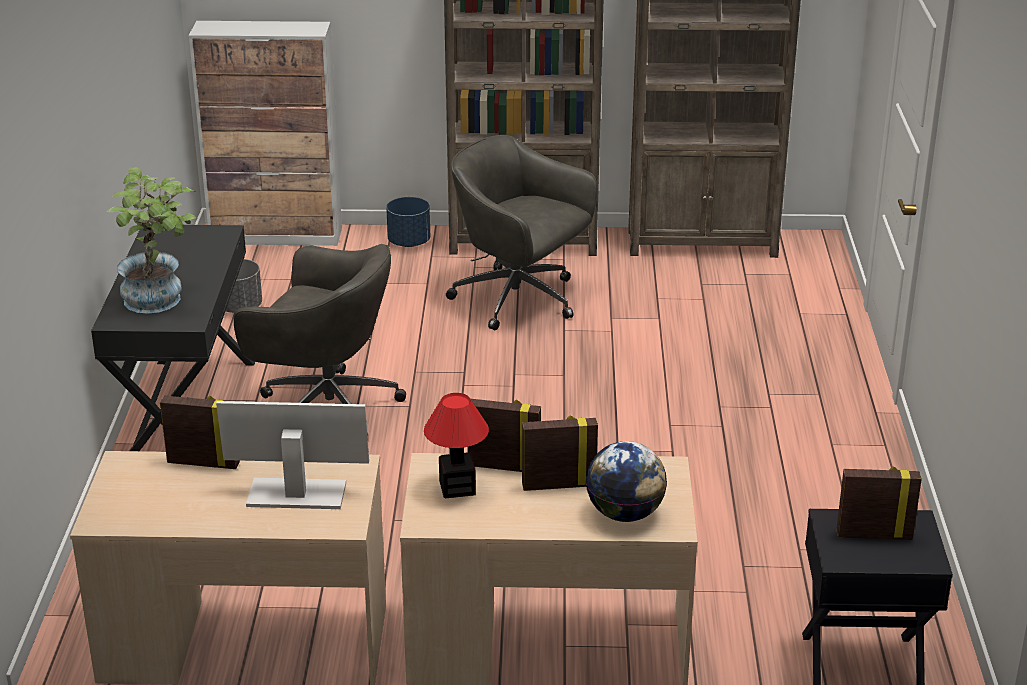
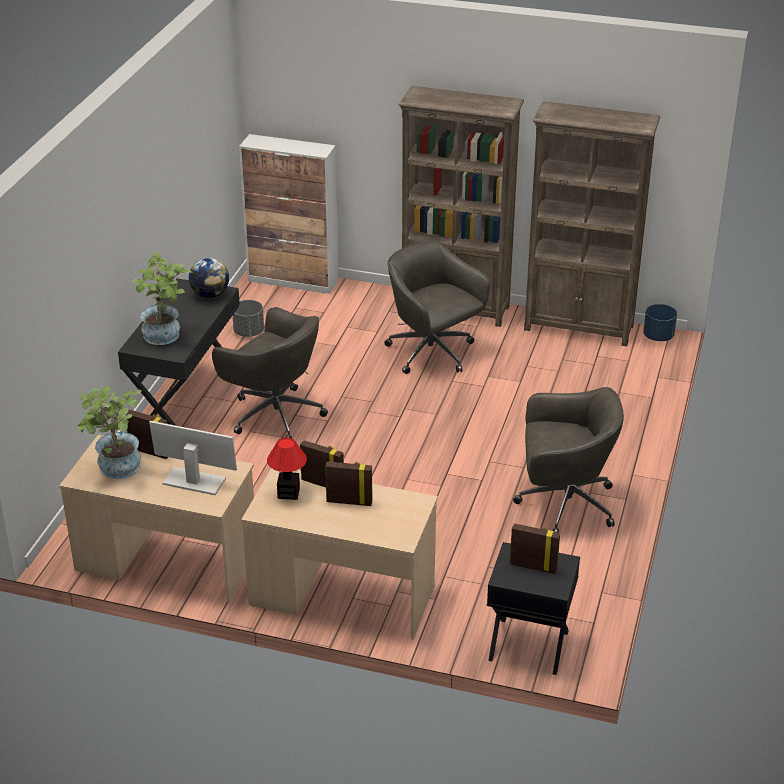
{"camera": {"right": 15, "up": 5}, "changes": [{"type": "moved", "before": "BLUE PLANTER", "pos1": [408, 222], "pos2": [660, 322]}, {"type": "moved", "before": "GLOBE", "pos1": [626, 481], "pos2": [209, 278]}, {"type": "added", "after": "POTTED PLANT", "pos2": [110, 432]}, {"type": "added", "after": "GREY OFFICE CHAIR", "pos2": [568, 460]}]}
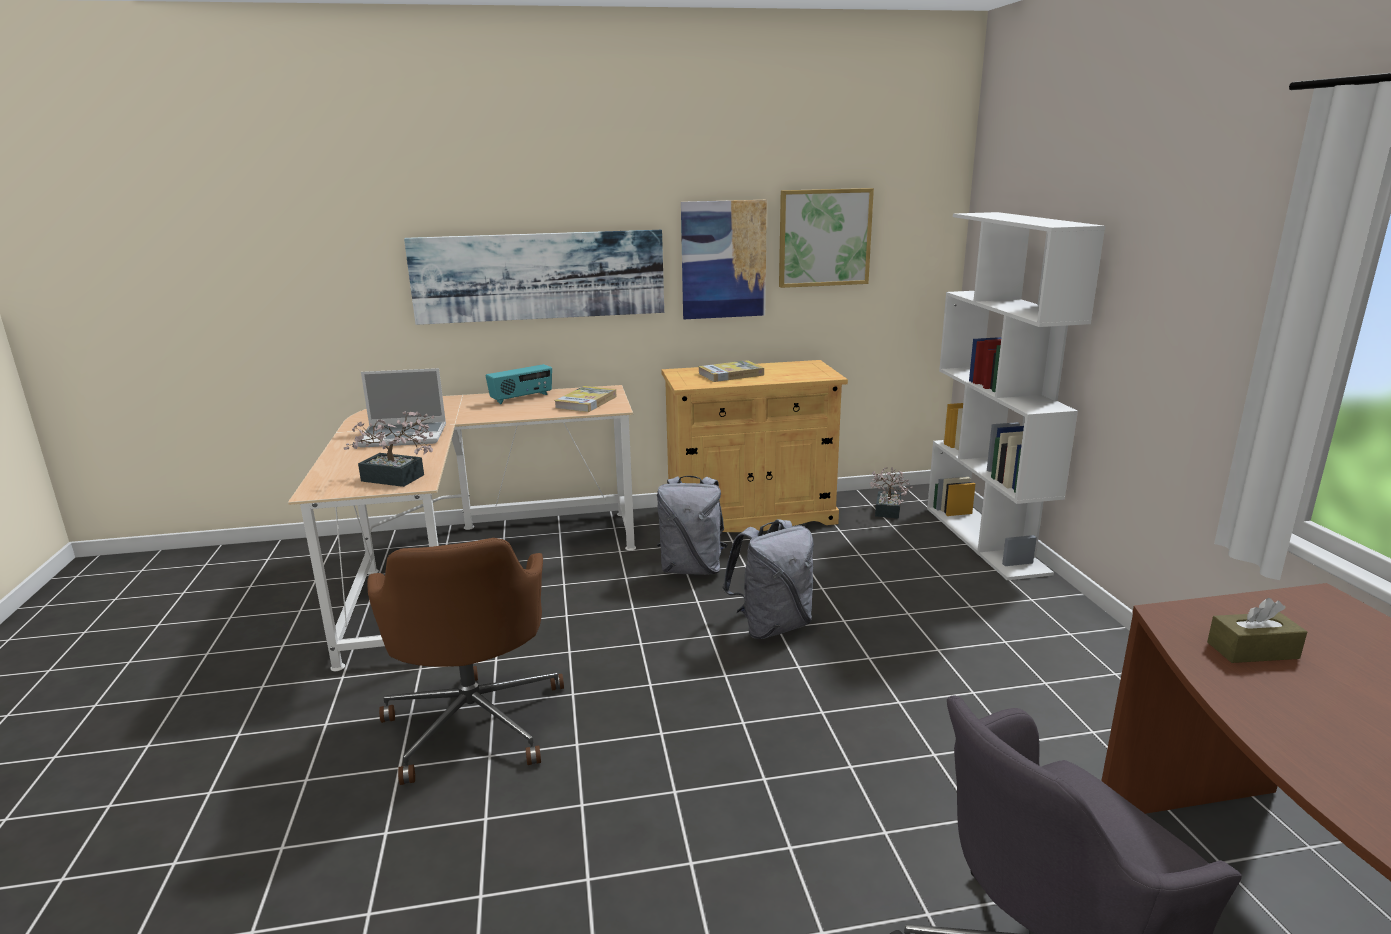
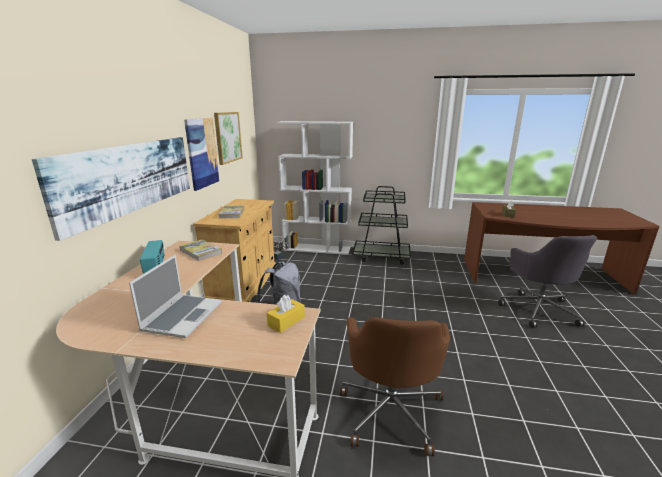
{"camera": {"right": -70, "up": 0}, "changes": [{"type": "replaced", "before": "POTTED PLANT", "after": "YELLOW TISSUE BOX", "pos1": [389, 449], "pos2": [286, 314]}, {"type": "removed", "before": "GREY BACKPACK", "pos1": [768, 579]}, {"type": "turned", "before": "BROWN OFFICE CHAIR", "pos1": [465, 661], "pos2": [395, 386], "turn": 90}, {"type": "added", "after": "BLACK CART", "pos2": [382, 225]}]}
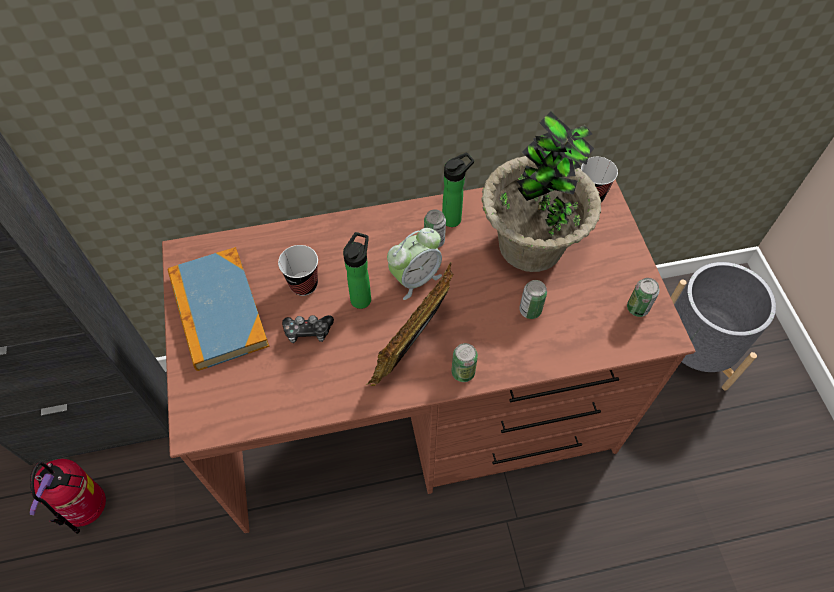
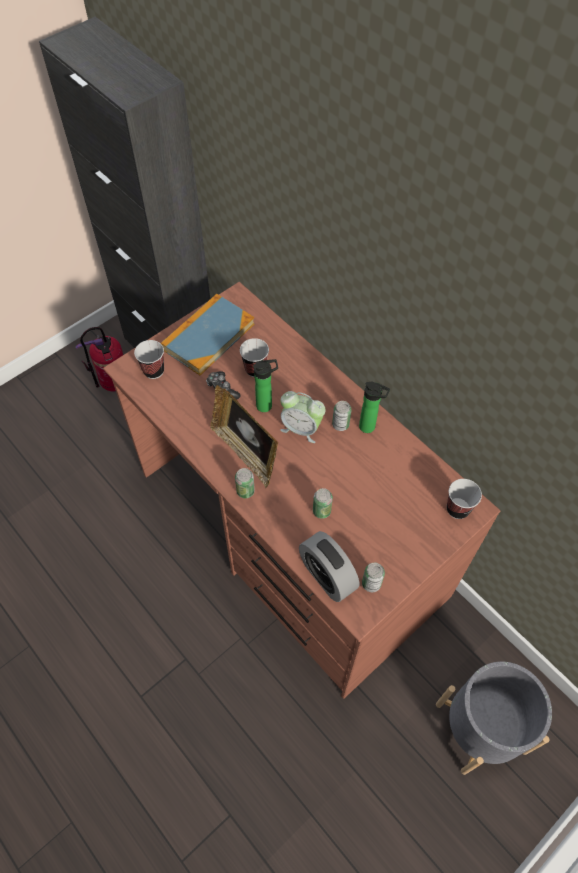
{"camera": {"right": 60, "up": 0}, "changes": [{"type": "removed", "before": "POTTED PLANT", "pos1": [541, 191]}, {"type": "turned", "before": "PICTURE FRAME", "pos1": [409, 324], "pos2": [244, 436], "turn": -135}, {"type": "added", "after": "CUP", "pos2": [149, 359]}, {"type": "added", "after": "ALARM CLOCK", "pos2": [329, 566]}]}
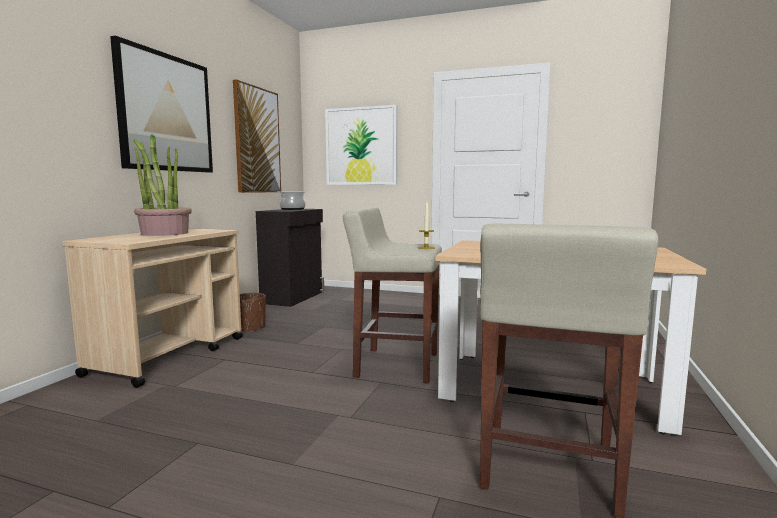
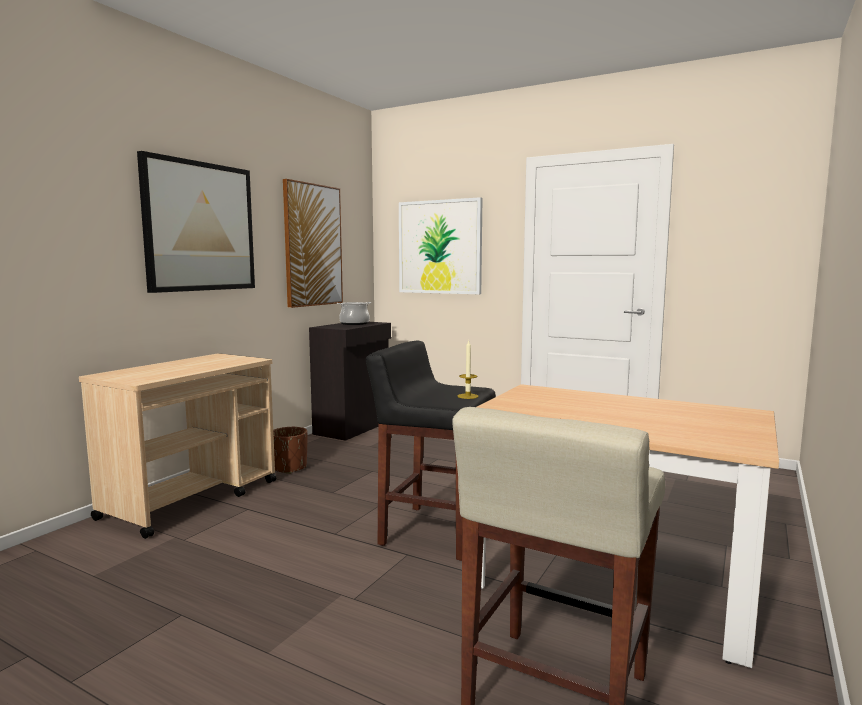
{"camera": {"right": 10, "up": 0}, "changes": [{"type": "removed", "before": "POTTED PLANT", "pos1": [162, 185]}, {"type": "recoloured", "before": "BEIGE STOOL", "after": "BLACK STOOL", "pos1": [392, 295], "pos2": [431, 451]}]}
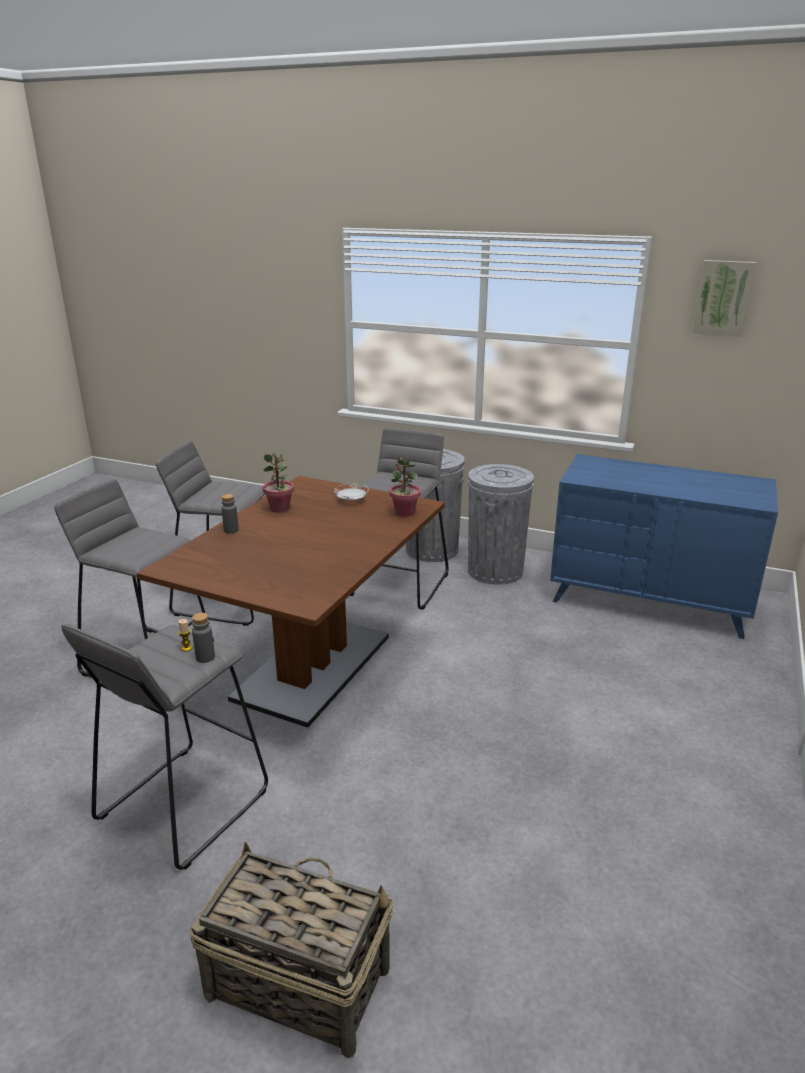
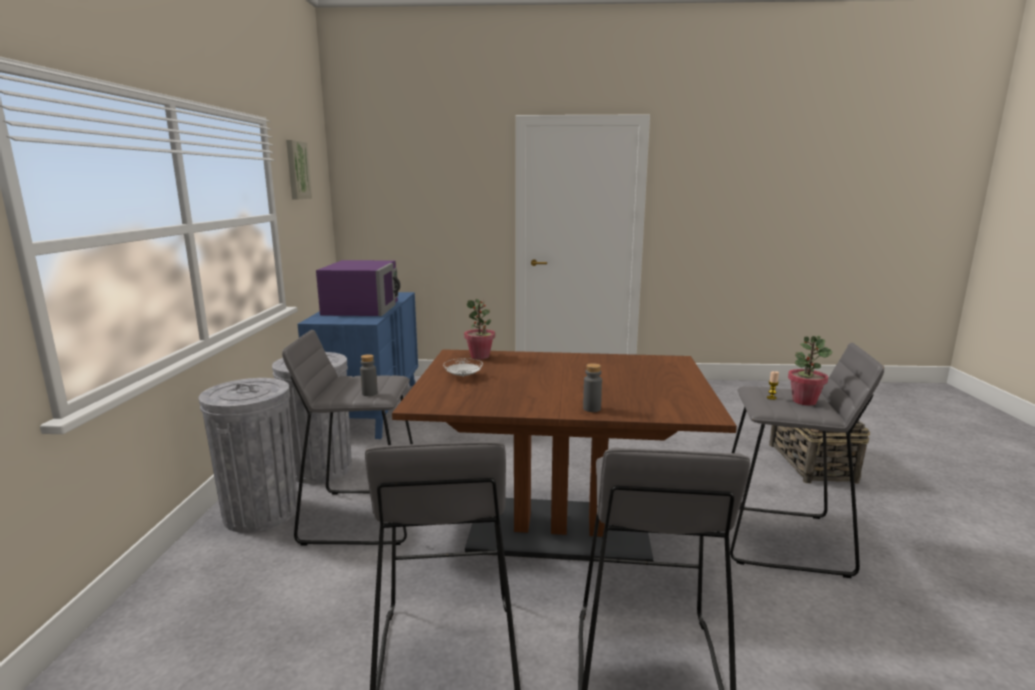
{"camera": {"right": -110, "up": -10}, "changes": [{"type": "moved", "before": "POTTED PLANT", "pos1": [278, 483], "pos2": [810, 371]}, {"type": "moved", "before": "GREY BOTTLE", "pos1": [203, 638], "pos2": [369, 375]}, {"type": "added", "after": "PURPLE MICROWAVE", "pos2": [358, 288]}]}
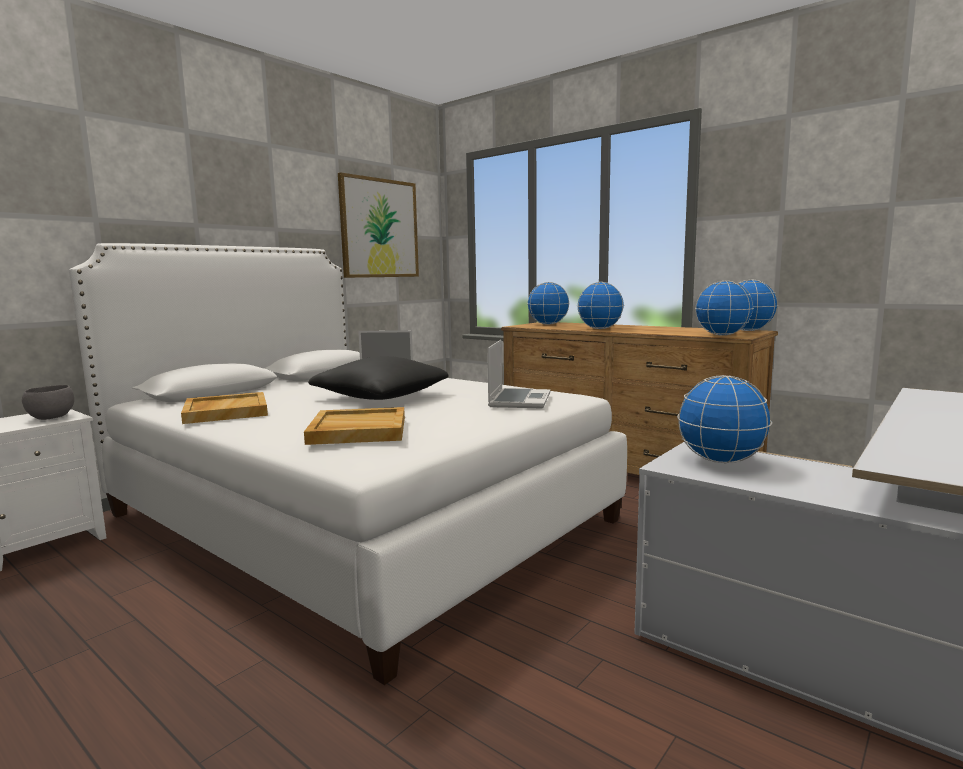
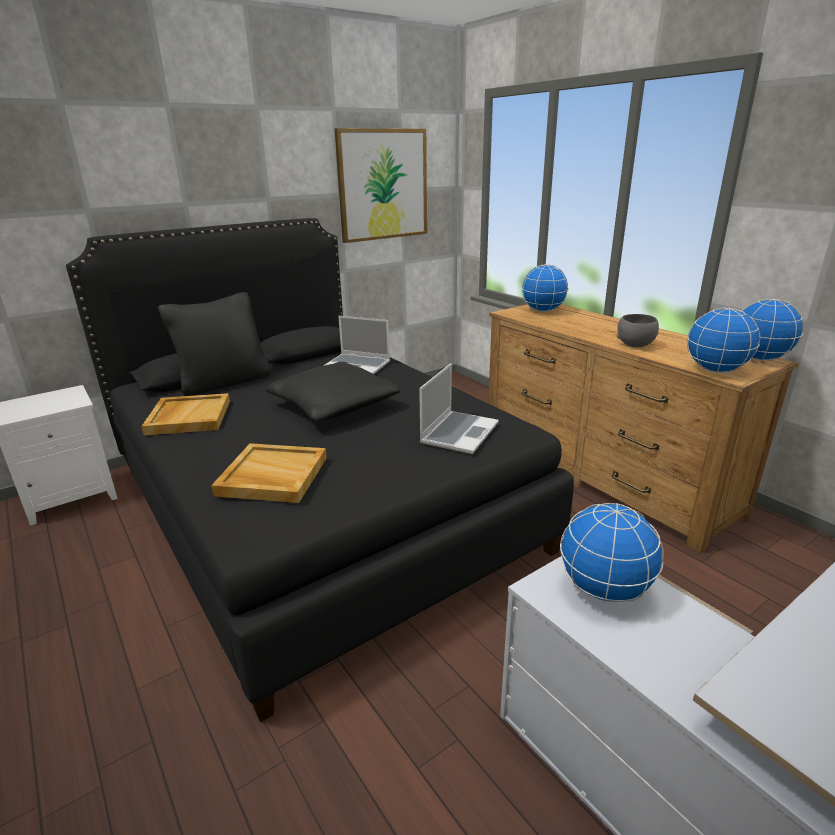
{"camera": {"right": 15, "up": 15}, "changes": [{"type": "recoloured", "before": "WHITE BED", "after": "BLACK BED", "pos1": [348, 464], "pos2": [320, 470]}, {"type": "removed", "before": "GLOBE", "pos1": [601, 305]}, {"type": "moved", "before": "GREY BOWL", "pos1": [48, 402], "pos2": [638, 330]}, {"type": "added", "after": "BLACK PILLOW", "pos2": [214, 344]}]}
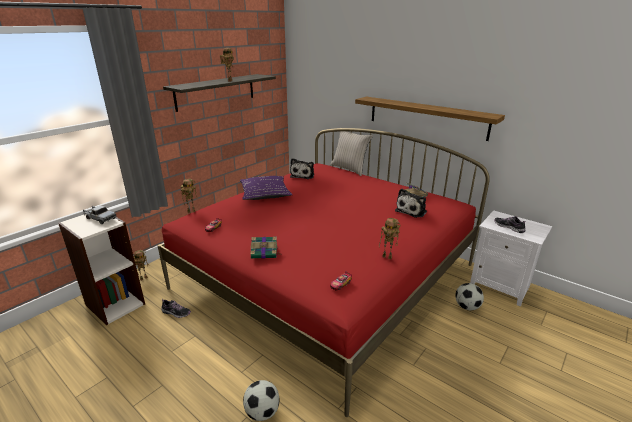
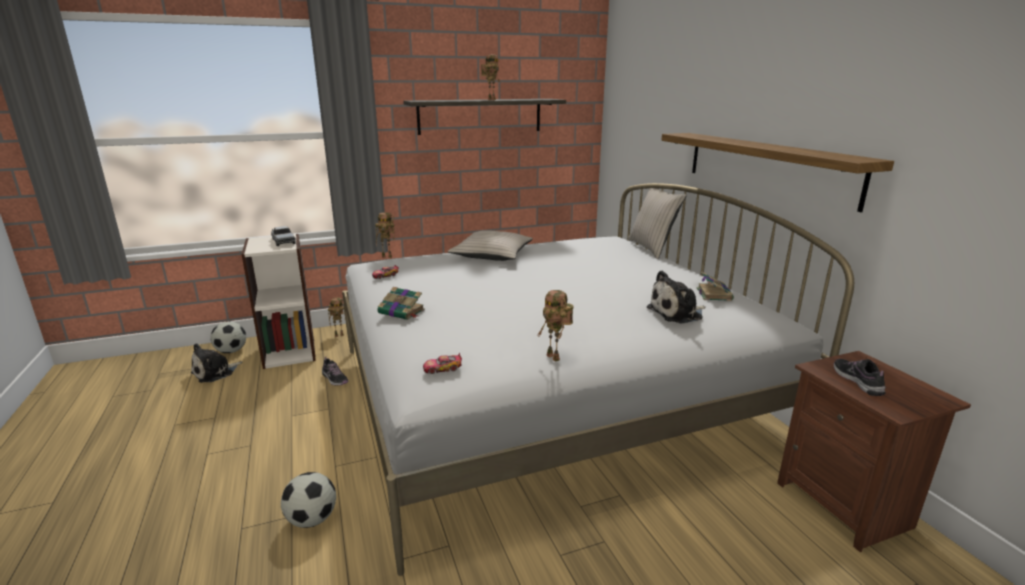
{"camera": {"right": 30, "up": -5}, "changes": [{"type": "recoloured", "before": "RED BED", "after": "WHITE BED", "pos1": [324, 272], "pos2": [598, 379]}, {"type": "moved", "before": "PLUSH TOY", "pos1": [302, 168], "pos2": [217, 363]}, {"type": "recoloured", "before": "PURPLE PILLOW", "after": "BEIGE PILLOW", "pos1": [266, 188], "pos2": [490, 245]}, {"type": "recoloured", "before": "WHITE NIGHTSTAND", "after": "BROWN NIGHTSTAND", "pos1": [511, 259], "pos2": [874, 451]}, {"type": "moved", "before": "FOOTBALL", "pos1": [469, 296], "pos2": [228, 337]}]}
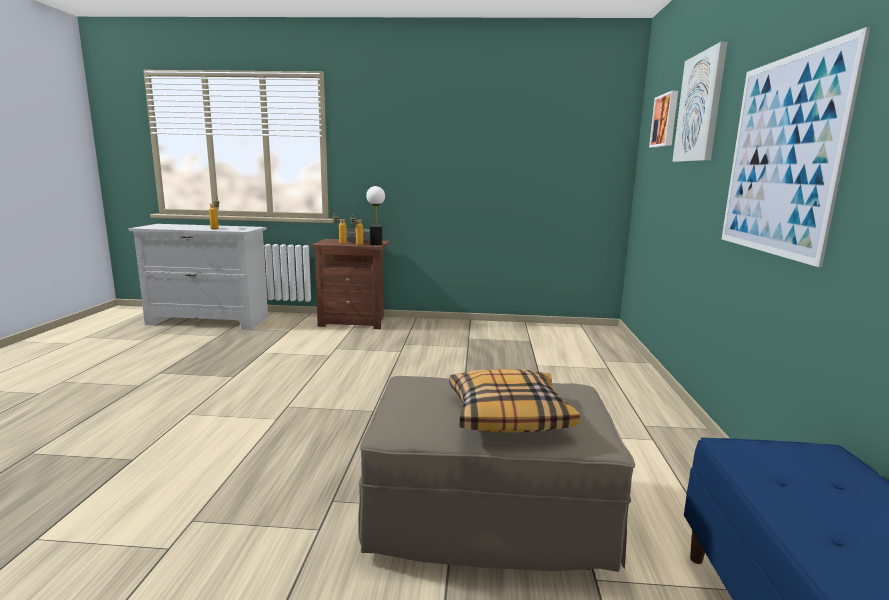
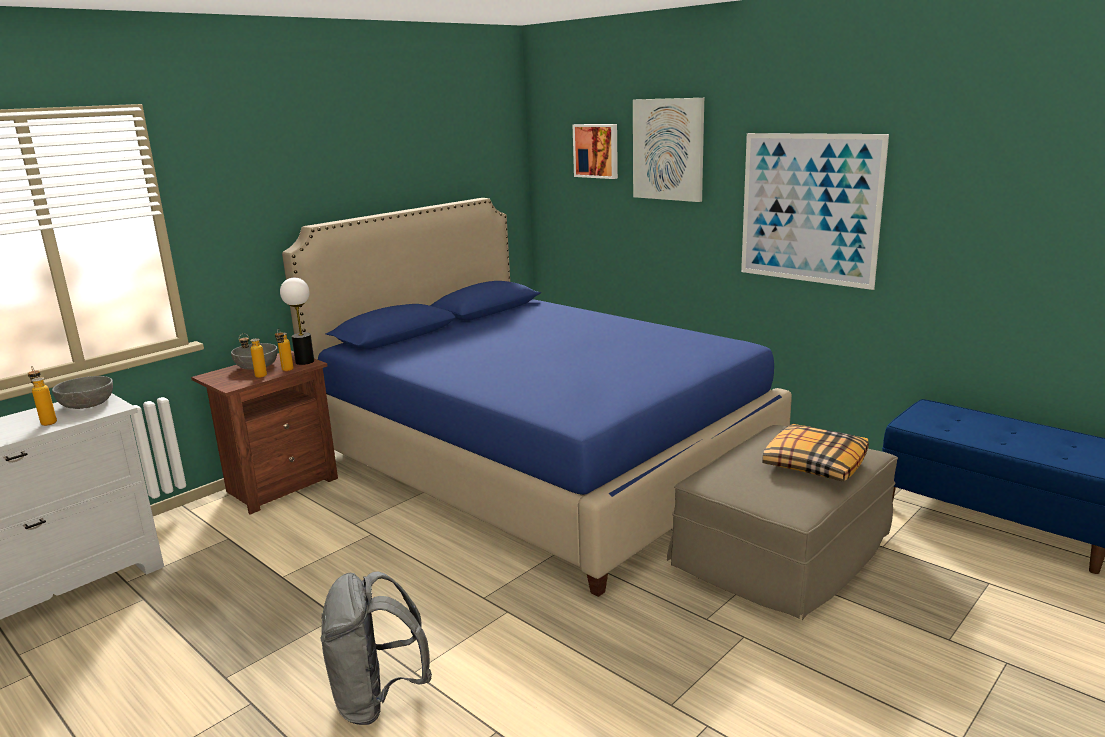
{"camera": {"right": -50, "up": 5}, "changes": [{"type": "added", "after": "BLUE BED", "pos2": [537, 397]}, {"type": "added", "after": "GREY BOWL", "pos2": [82, 392]}, {"type": "added", "after": "GREY BACKPACK", "pos2": [376, 648]}]}
